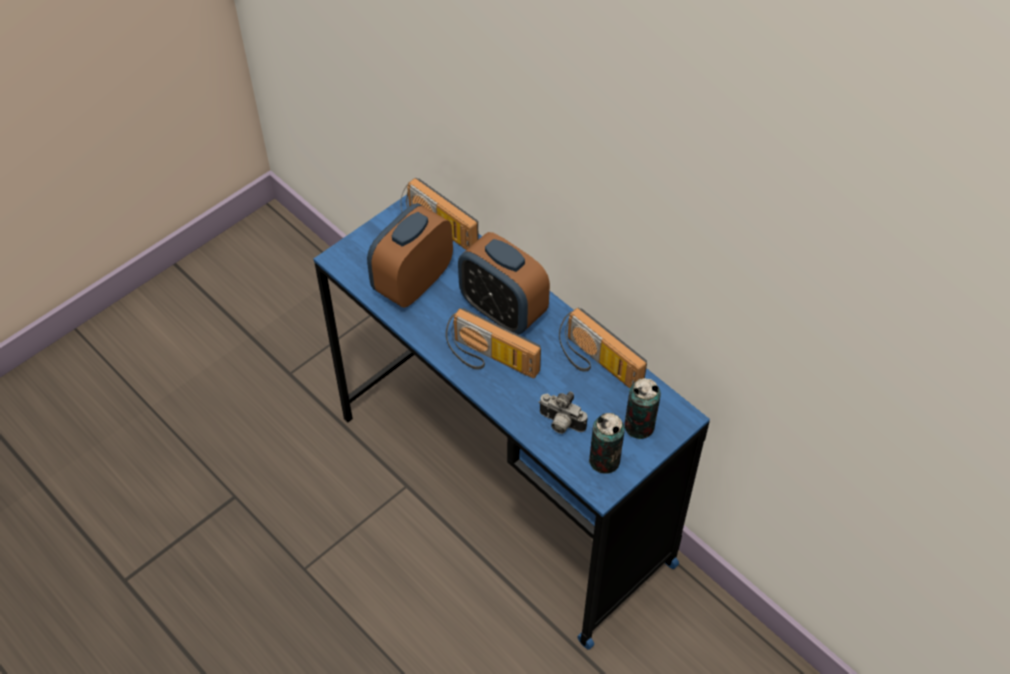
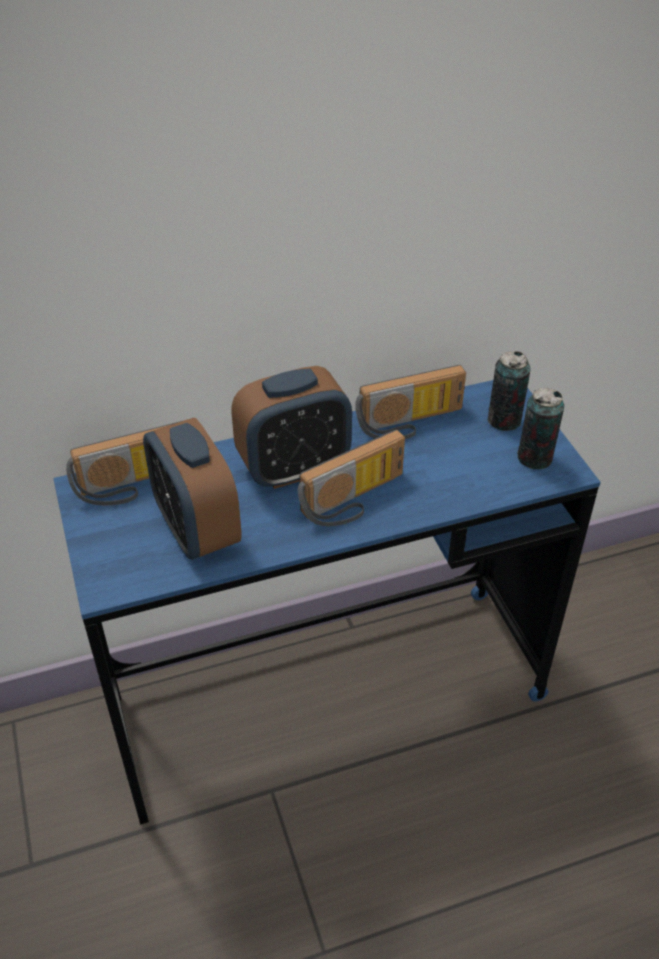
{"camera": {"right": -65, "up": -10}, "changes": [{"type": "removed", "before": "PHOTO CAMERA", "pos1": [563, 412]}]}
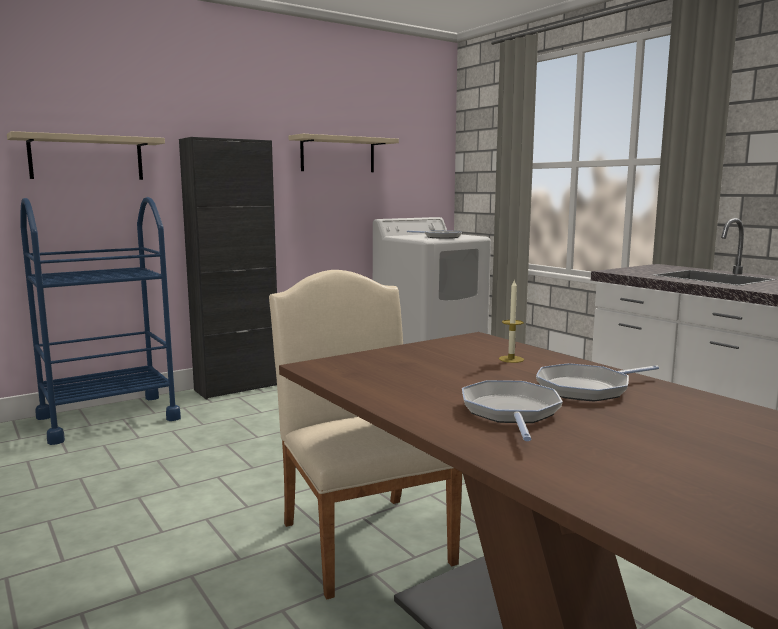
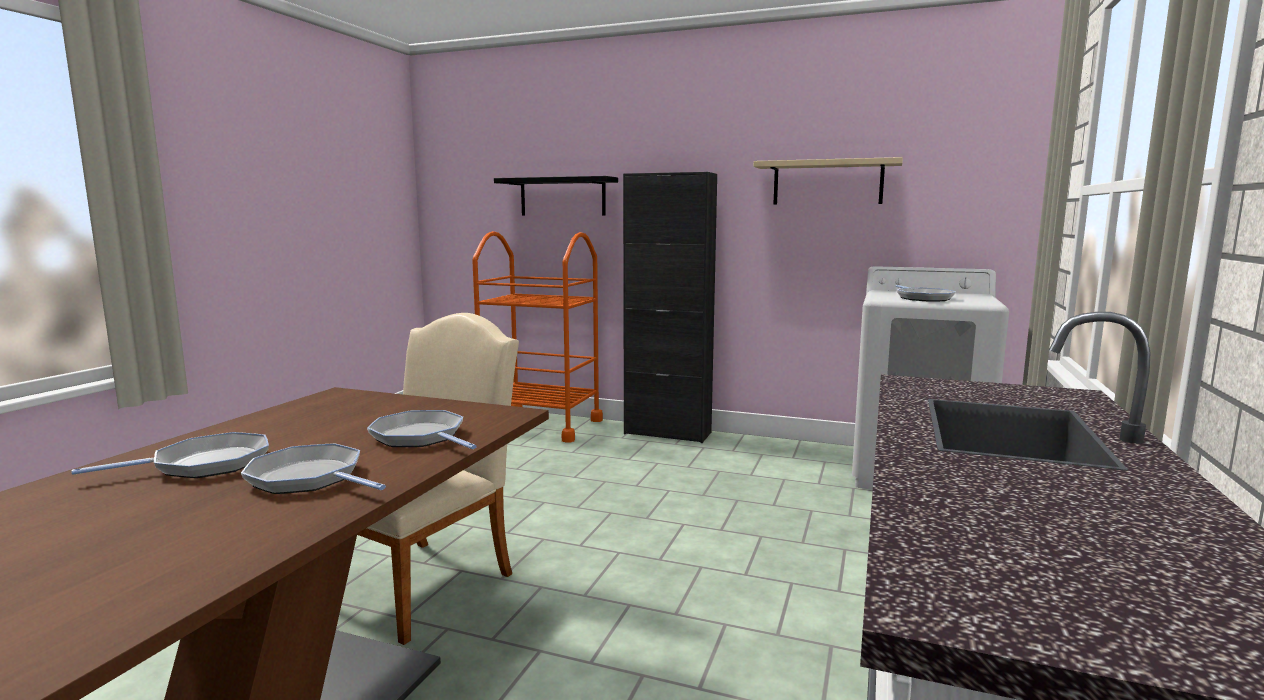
{"camera": {"right": 55, "up": 0}, "changes": [{"type": "recoloured", "before": "BEIGE SHELF", "after": "BLACK SHELF", "pos1": [86, 155], "pos2": [556, 196]}, {"type": "recoloured", "before": "BLUE CART", "after": "ORANGE CART", "pos1": [101, 321], "pos2": [537, 336]}, {"type": "replaced", "before": "CANDLE", "after": "FRYING PAN", "pos1": [511, 321], "pos2": [422, 429]}]}
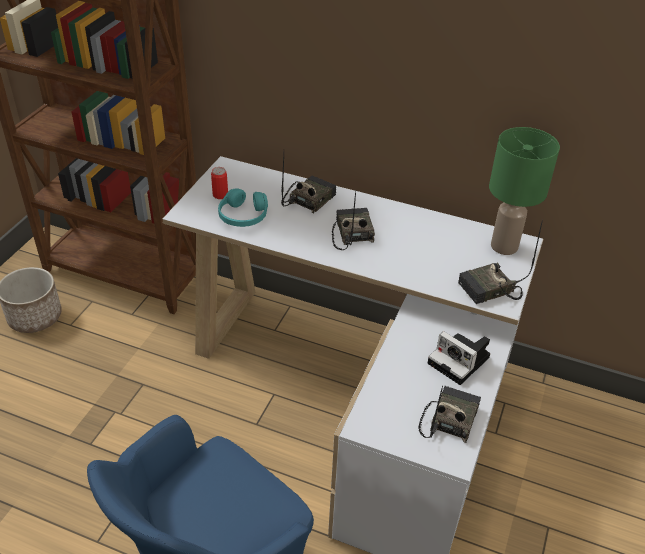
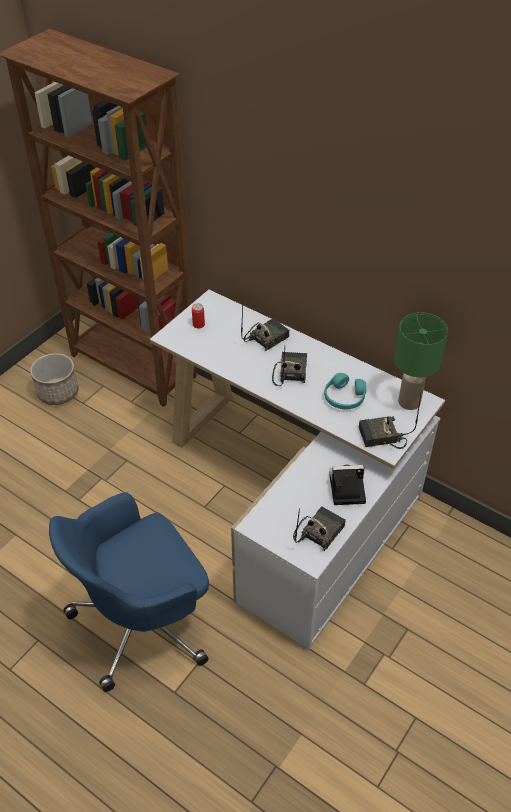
{"camera": {"right": 15, "up": 5}, "changes": [{"type": "moved", "before": "TURQUOISE HEADPHONES", "pos1": [243, 207], "pos2": [345, 391]}, {"type": "turned", "before": "PHOTO CAMERA", "pos1": [459, 358], "pos2": [347, 485], "turn": 120}]}
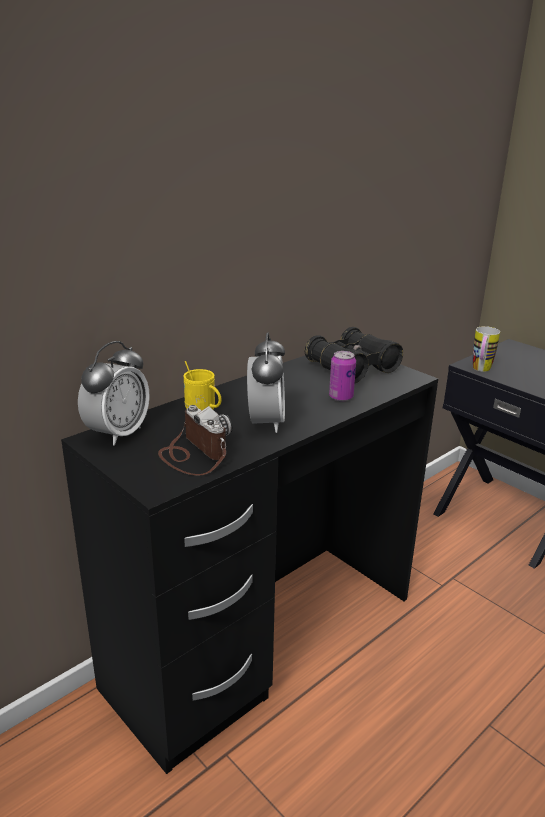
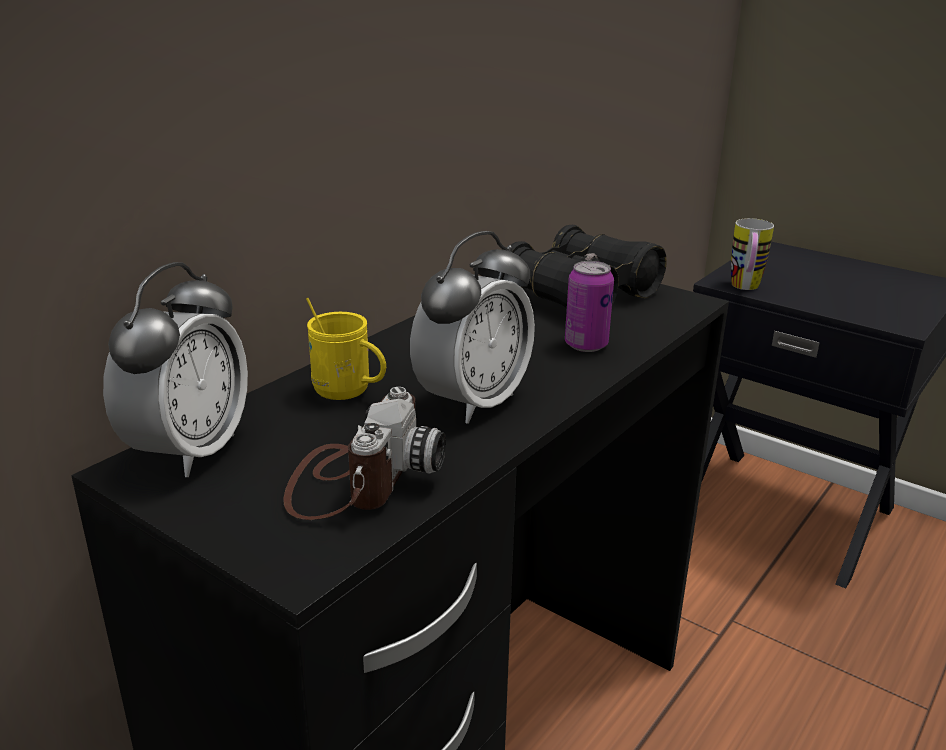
{"camera": {"right": -10, "up": 0}, "changes": [{"type": "turned", "before": "ALARM CLOCK", "pos1": [266, 383], "pos2": [472, 327], "turn": 45}, {"type": "turned", "before": "PHOTO CAMERA", "pos1": [195, 440], "pos2": [364, 453], "turn": 60}]}
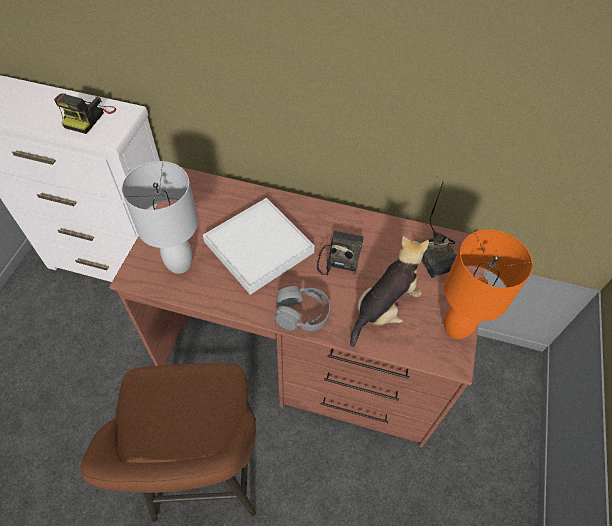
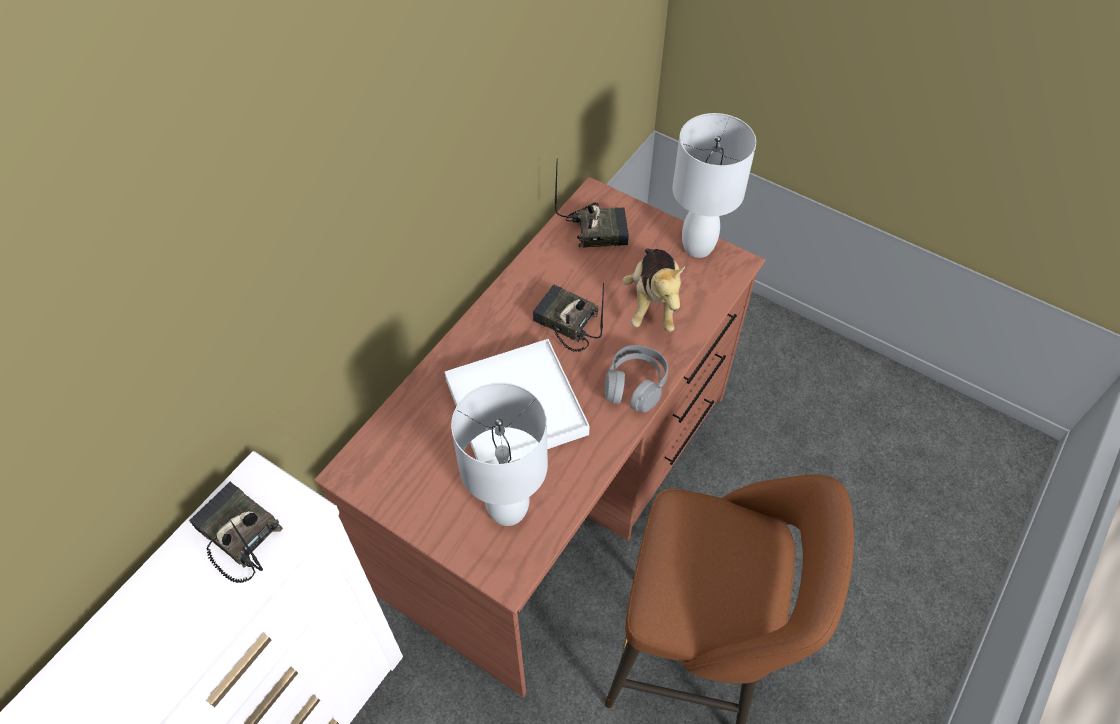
{"camera": {"right": -70, "up": 0}, "changes": [{"type": "replaced", "before": "PHOTO CAMERA", "after": "RADIO", "pos1": [85, 113], "pos2": [236, 532]}, {"type": "recoloured", "before": "ORANGE TABLE LAMP", "after": "WHITE TABLE LAMP", "pos1": [488, 284], "pos2": [714, 185]}, {"type": "turned", "before": "PLUSH TOY", "pos1": [389, 291], "pos2": [654, 290], "turn": -150}]}
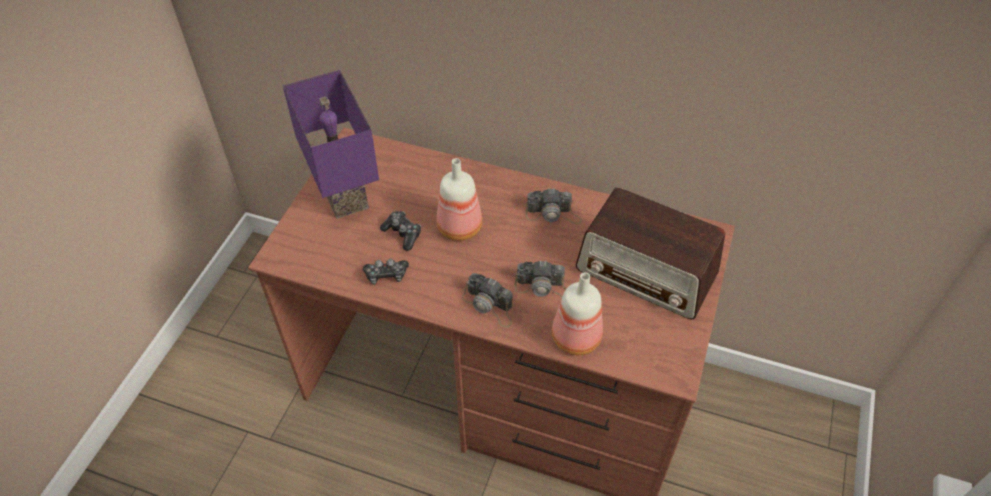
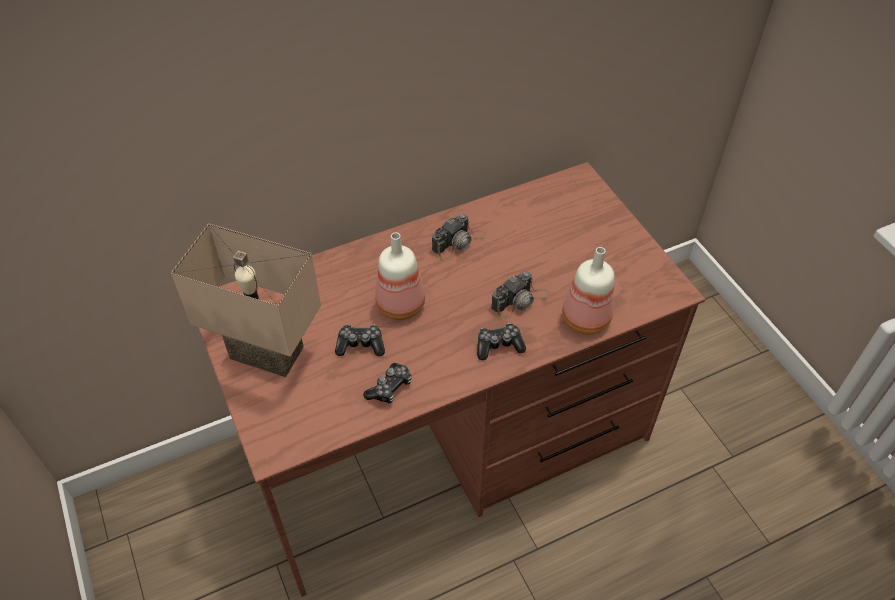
{"camera": {"right": -45, "up": 0}, "changes": [{"type": "recoloured", "before": "PURPLE TABLE LAMP", "after": "BEIGE TABLE LAMP", "pos1": [331, 144], "pos2": [246, 300]}, {"type": "removed", "before": "RADIO", "pos1": [650, 253]}, {"type": "replaced", "before": "PHOTO CAMERA", "after": "GAME CONTROLLER", "pos1": [487, 300], "pos2": [501, 341]}]}
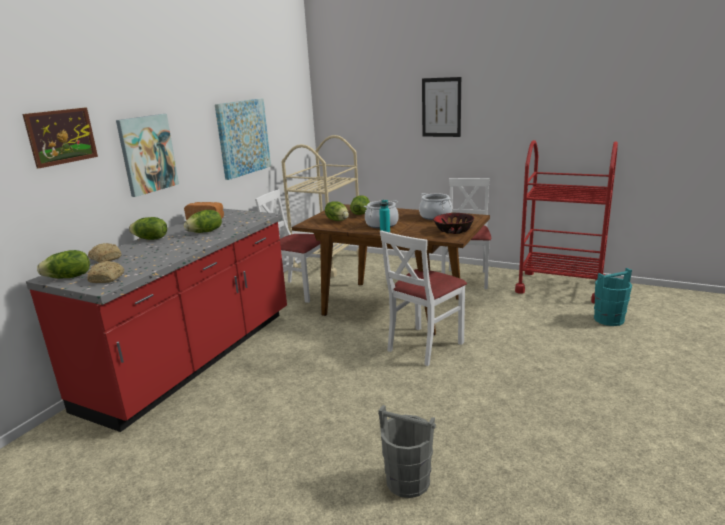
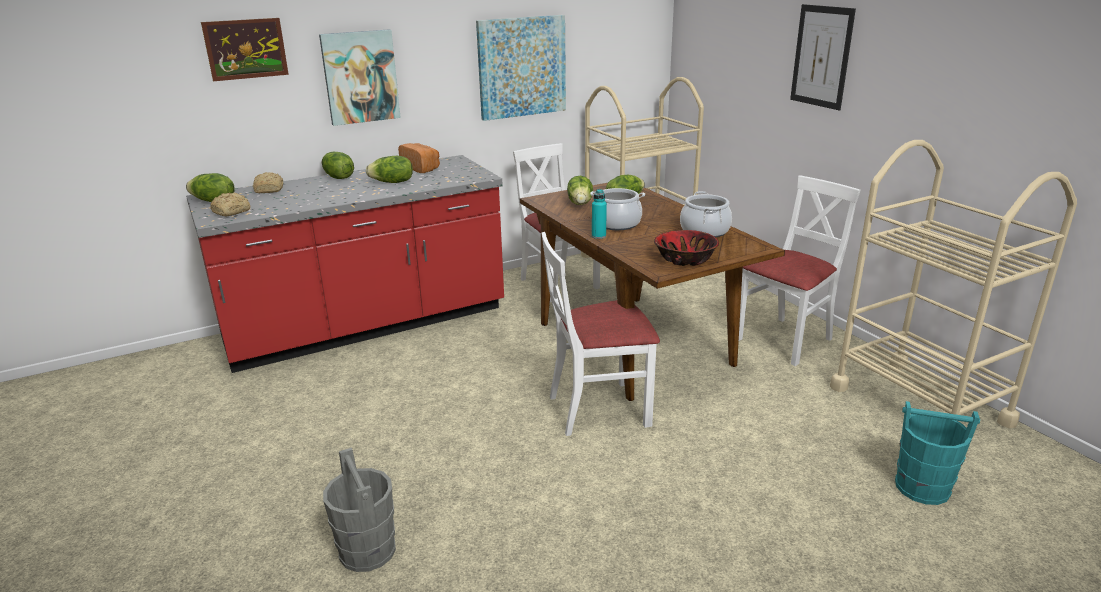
{"camera": {"right": 35, "up": 5}, "changes": [{"type": "recoloured", "before": "RED CART", "after": "BEIGE CART", "pos1": [566, 222], "pos2": [953, 284]}]}
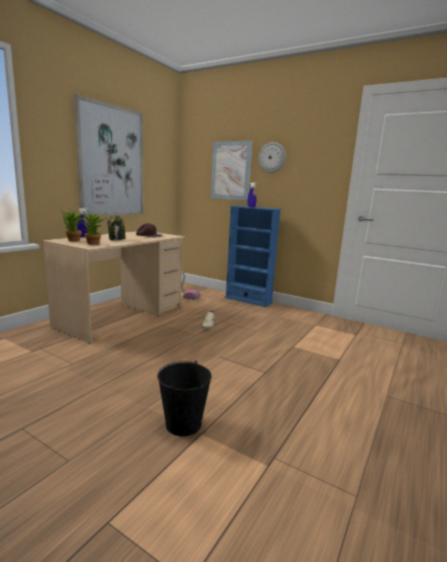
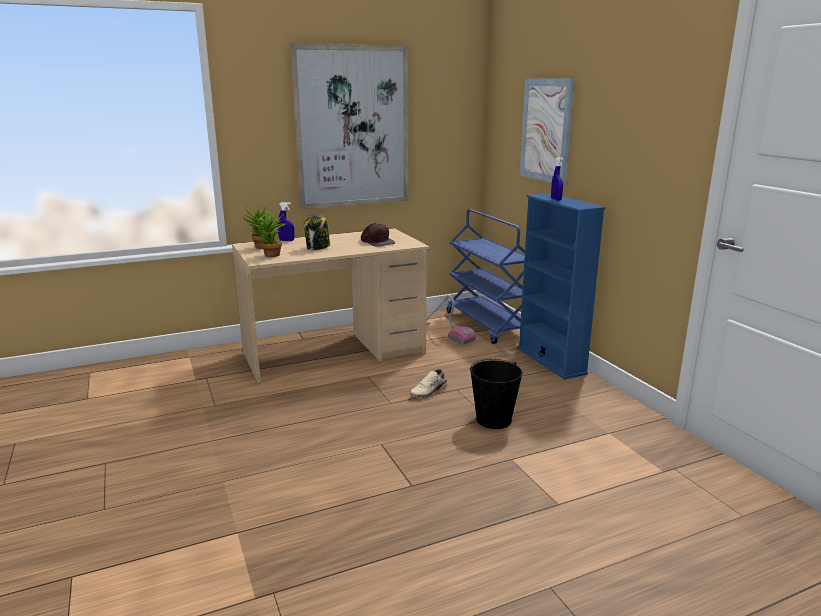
{"camera": {"right": 35, "up": 5}, "changes": [{"type": "removed", "before": "WALL CLOCK", "pos1": [272, 157]}, {"type": "moved", "before": "BLACK BUCKET", "pos1": [184, 398], "pos2": [496, 394]}, {"type": "added", "after": "BLUE CART", "pos2": [486, 276]}]}
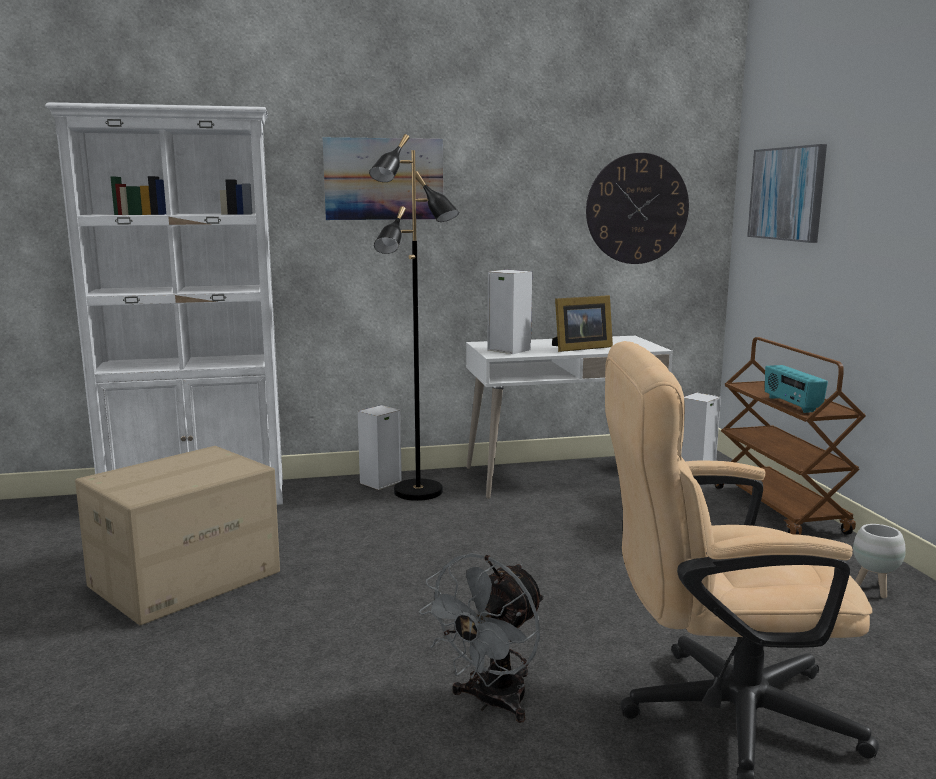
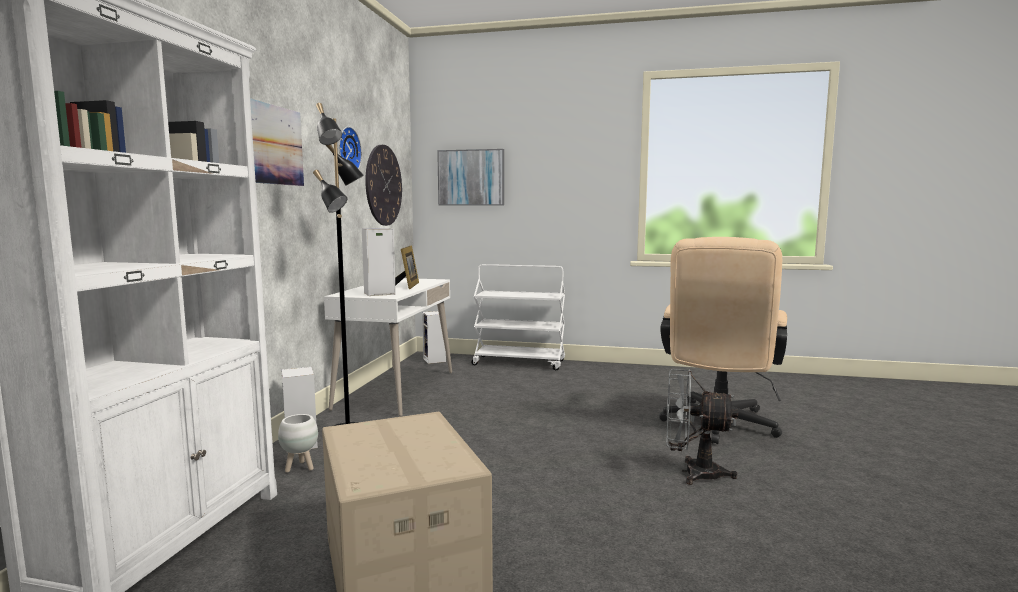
{"camera": {"right": -65, "up": -5}, "changes": [{"type": "recoloured", "before": "BROWN CART", "after": "WHITE CART", "pos1": [790, 436], "pos2": [518, 317]}, {"type": "removed", "before": "RADIO", "pos1": [796, 389]}, {"type": "moved", "before": "WHITE PLANTER", "pos1": [879, 561], "pos2": [298, 443]}, {"type": "turned", "before": "GREY FAN", "pos1": [481, 638], "pos2": [702, 427], "turn": 135}, {"type": "added", "after": "WALL CLOCK", "pos2": [350, 148]}]}
